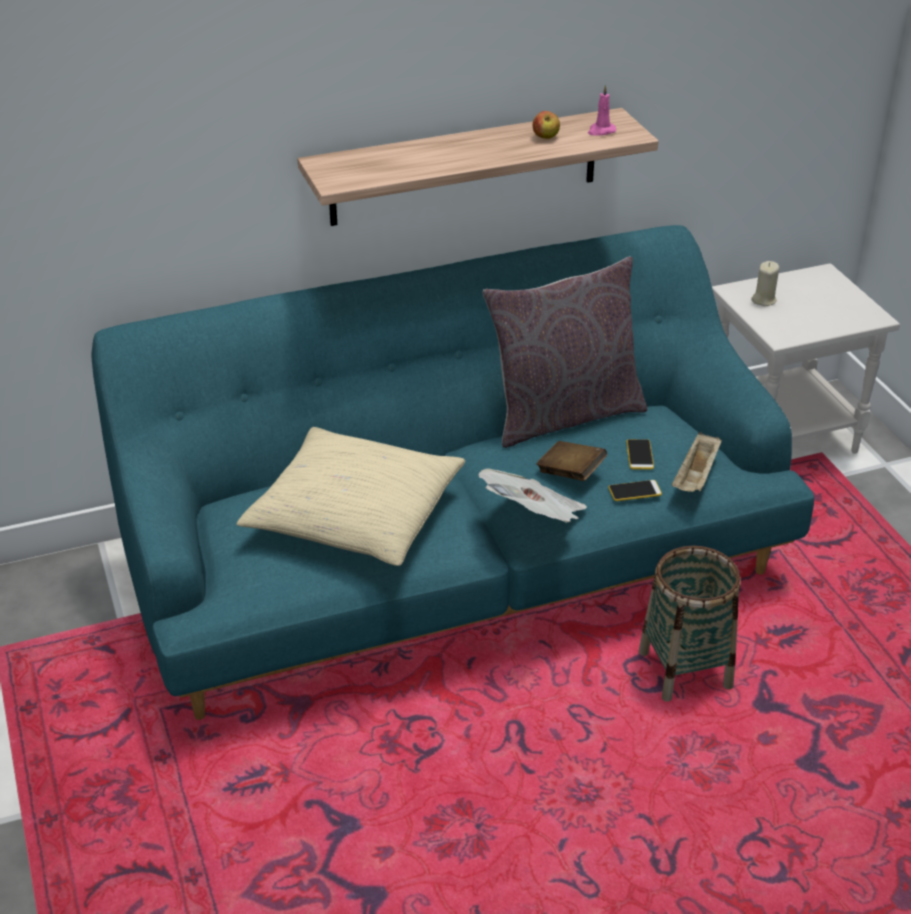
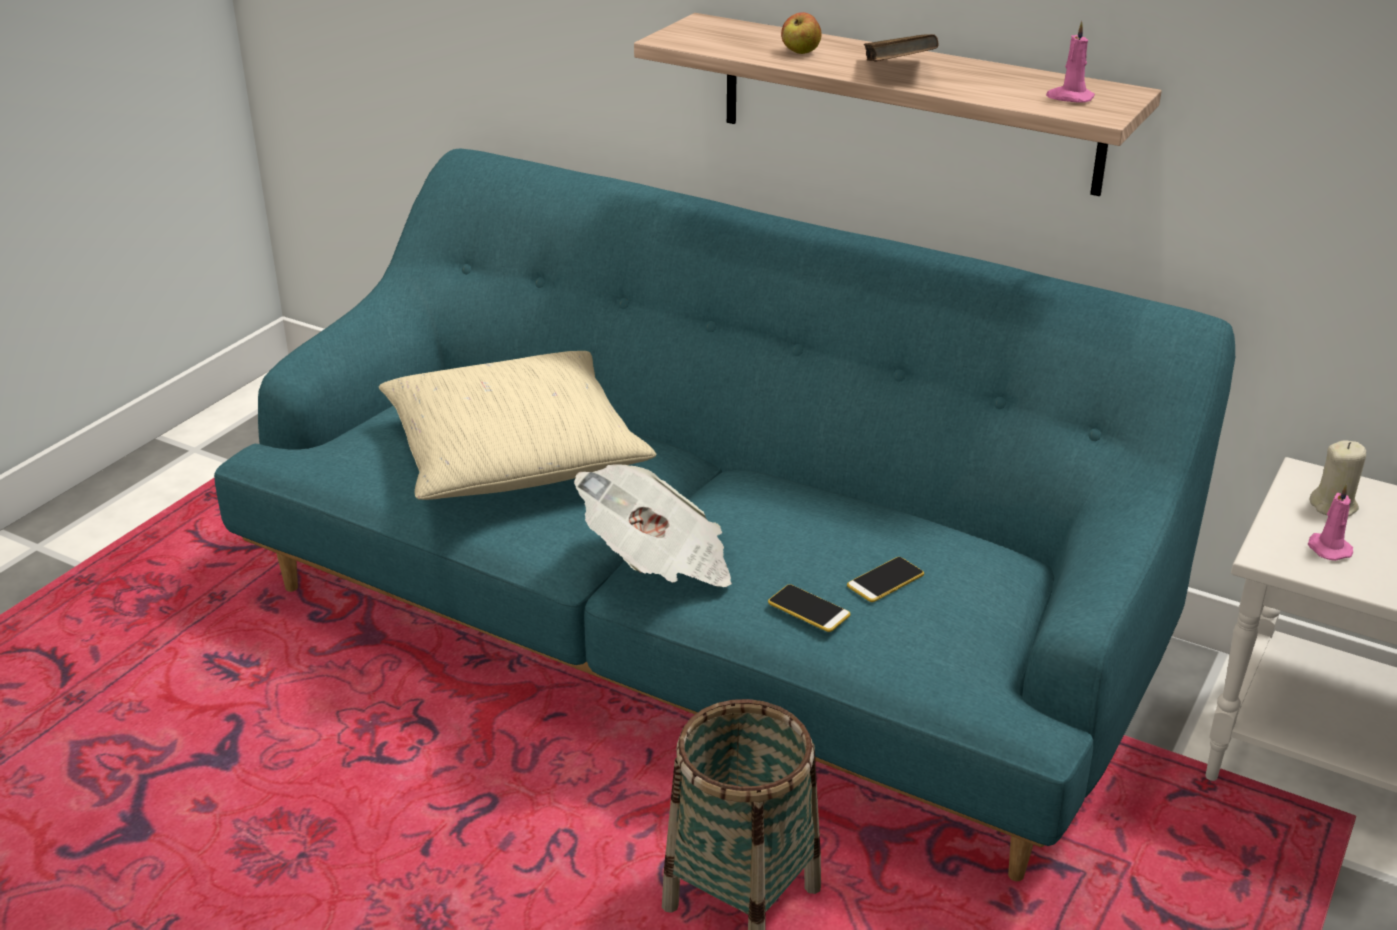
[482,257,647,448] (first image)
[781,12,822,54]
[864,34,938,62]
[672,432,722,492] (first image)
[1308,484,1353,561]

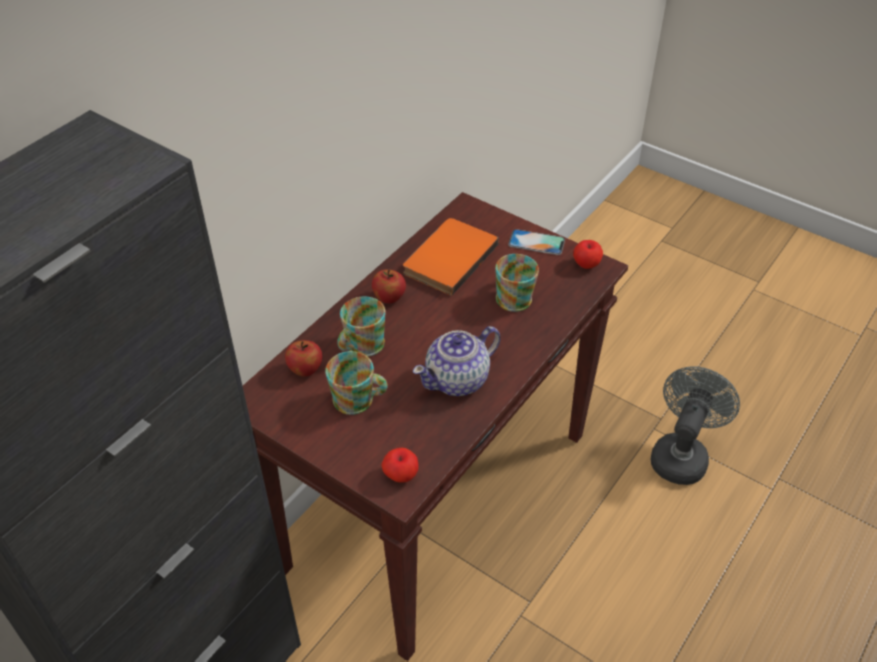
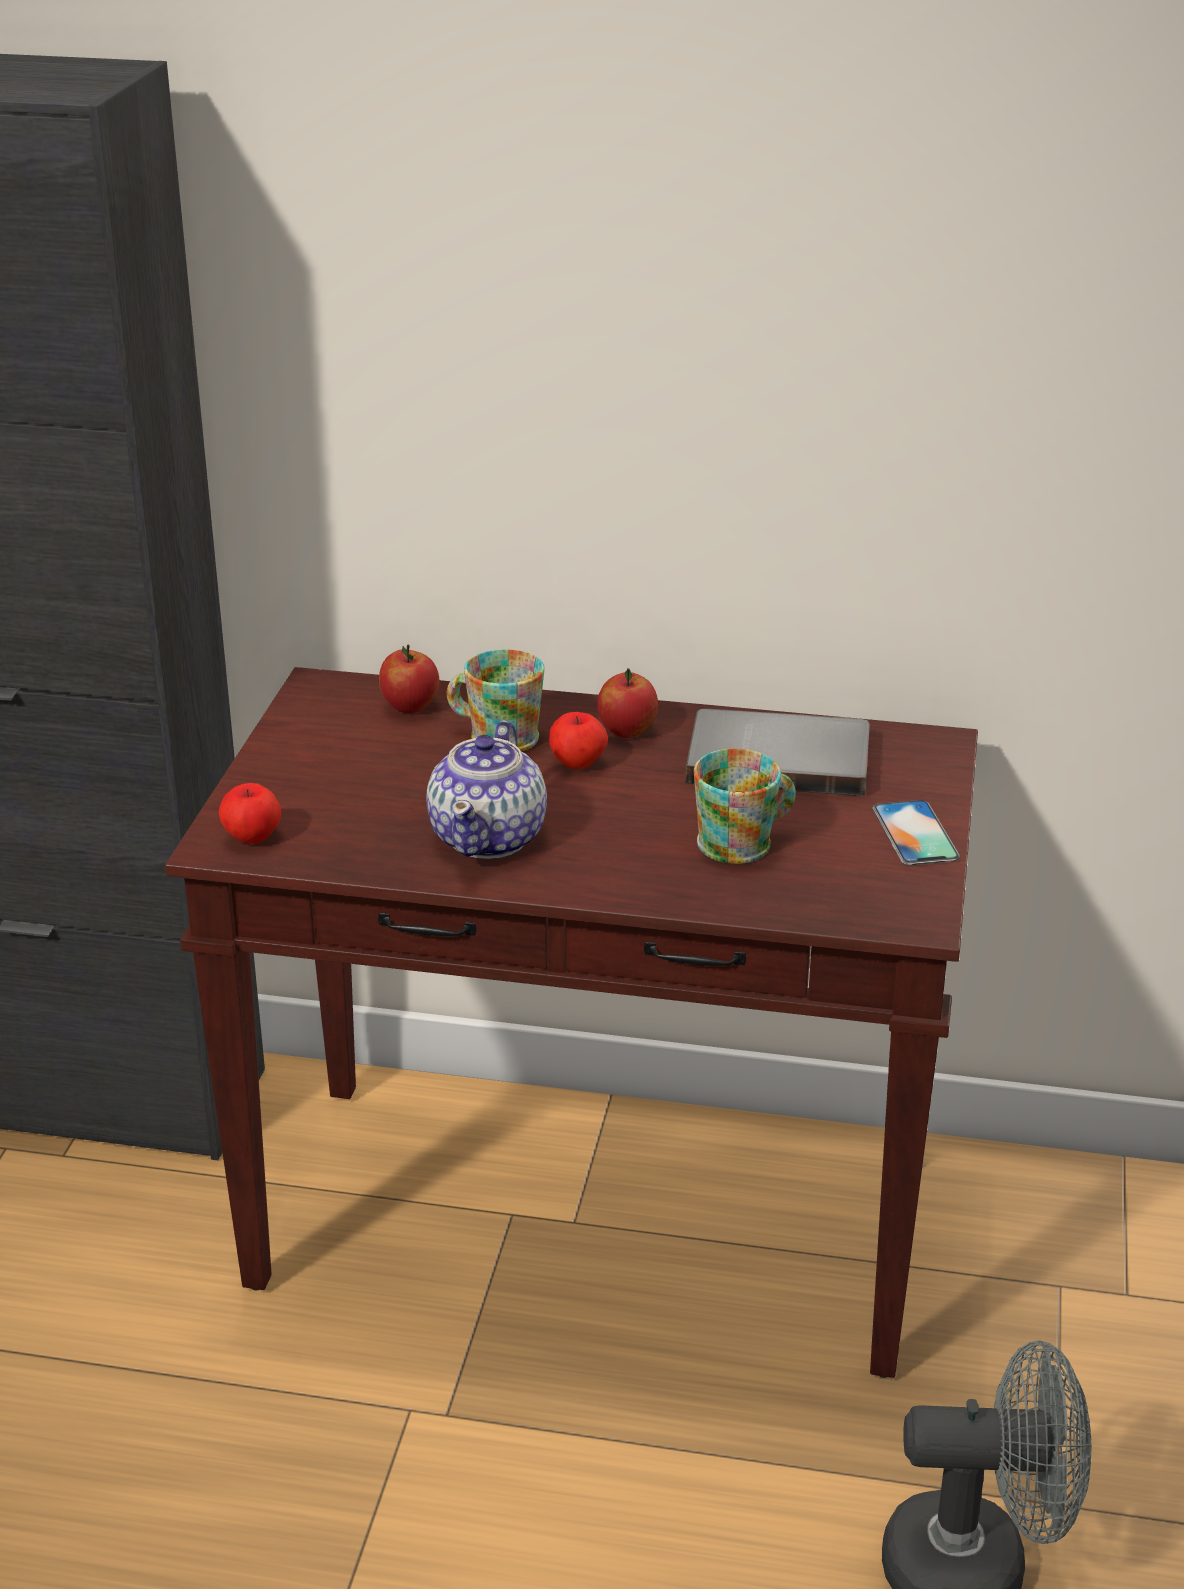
[325,351,388,415] (first image)
[686,709,870,796]
[426,720,547,859]
[549,712,608,769]

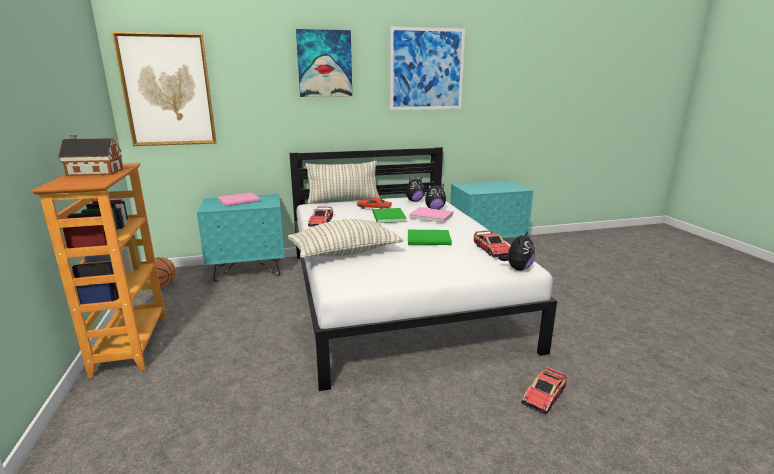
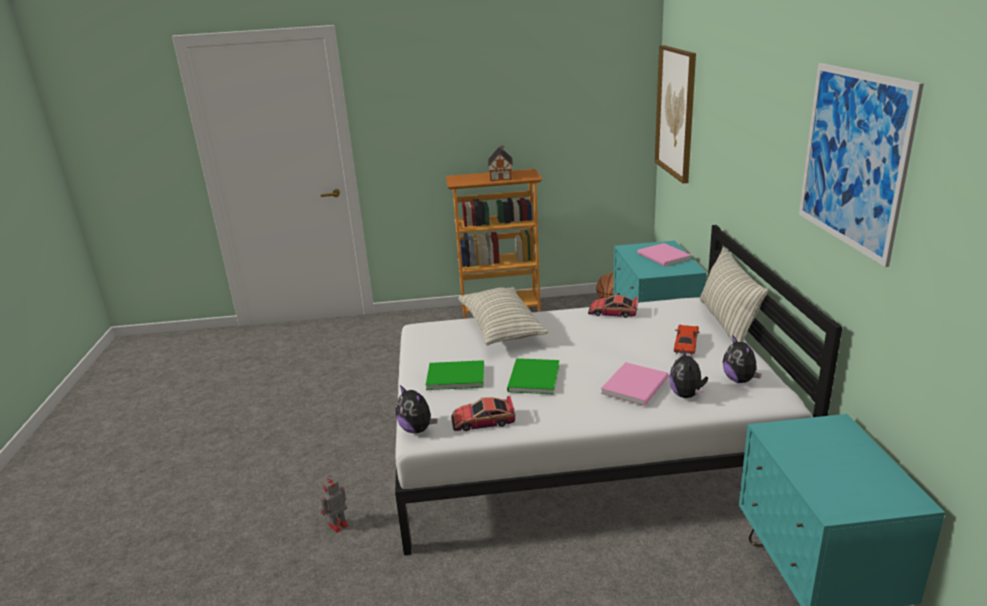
[296,29,352,97] (first image)
[426,360,484,390]
[320,475,349,533]

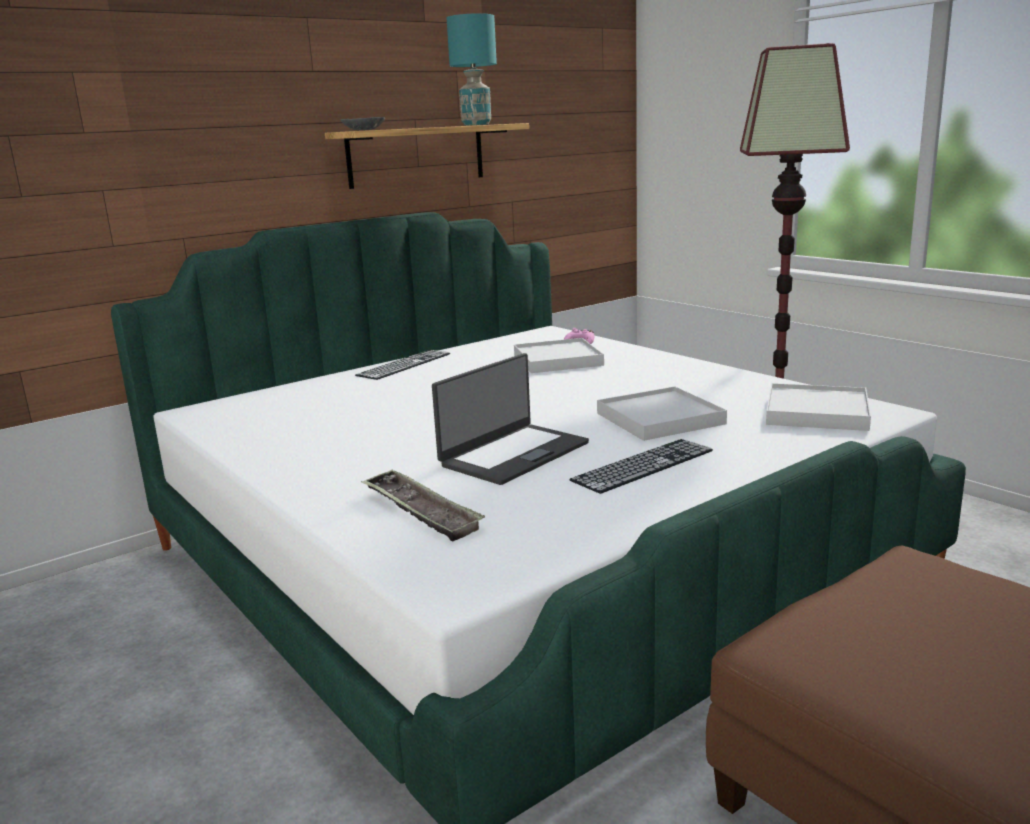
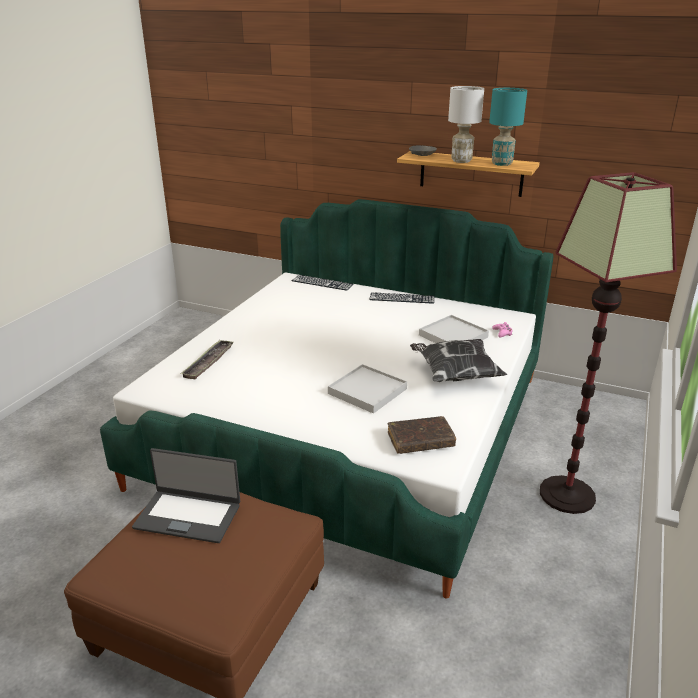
[132,448,240,543]
[292,275,354,291]
[388,416,456,454]
[410,339,508,382]
[448,86,484,163]

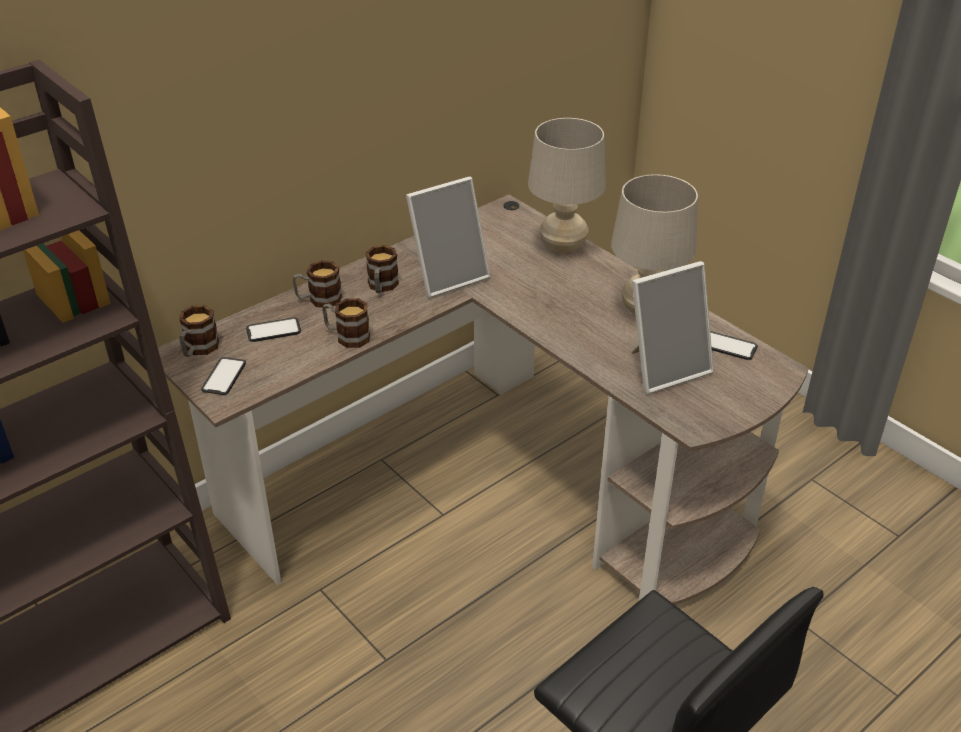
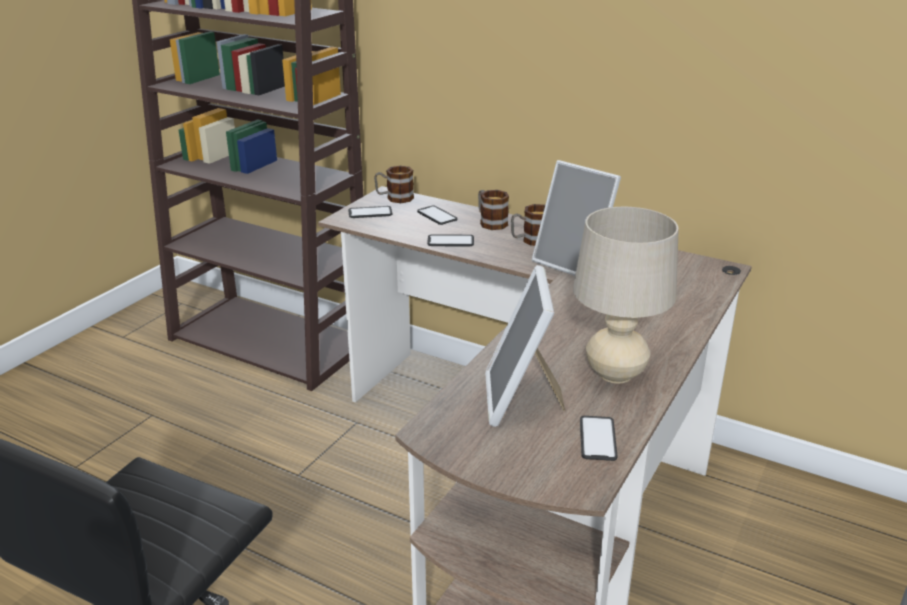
[427,234,474,247]
[528,118,606,255] (first image)
[485,265,565,427]

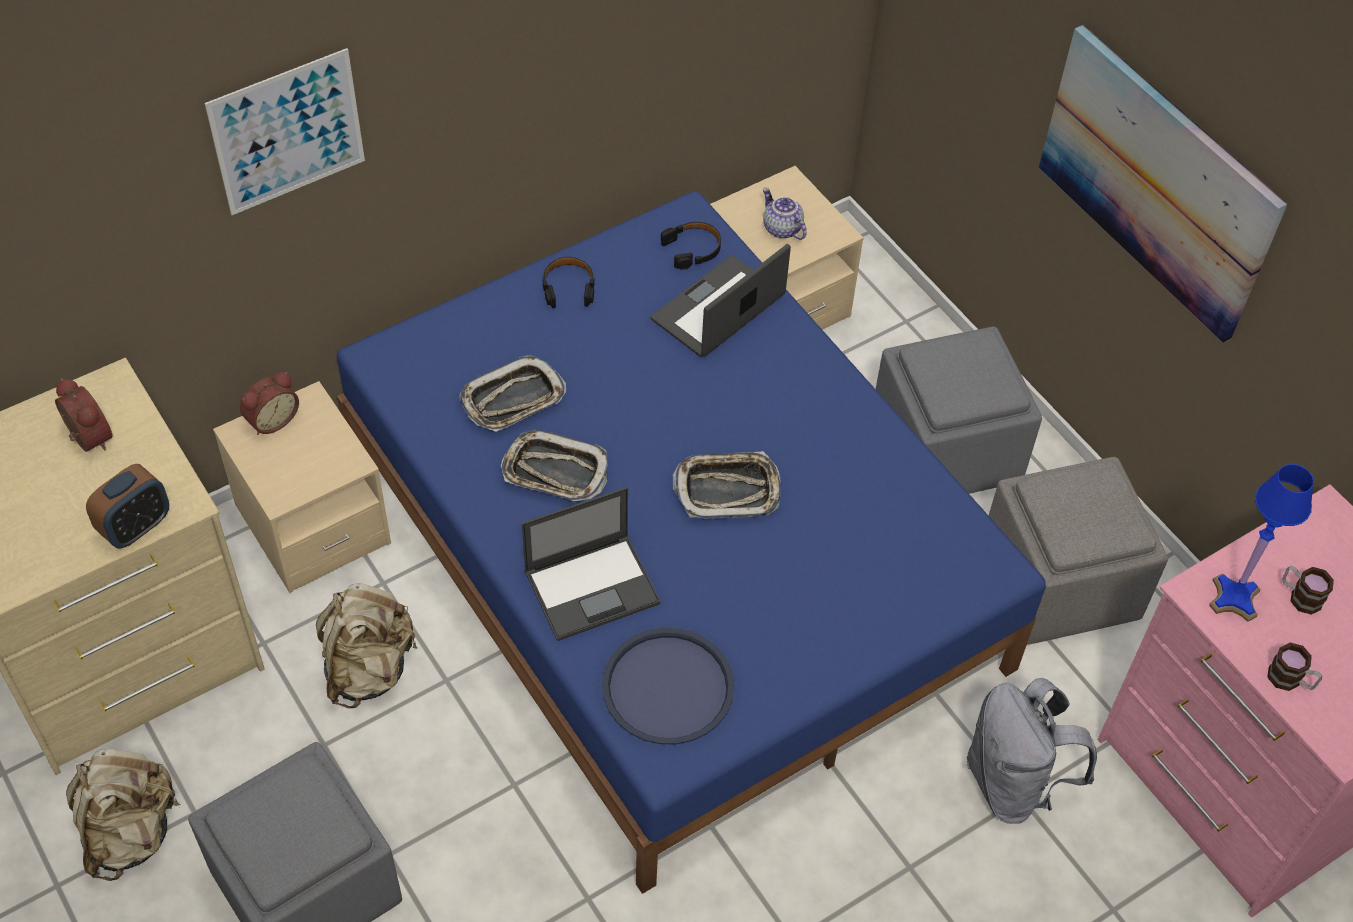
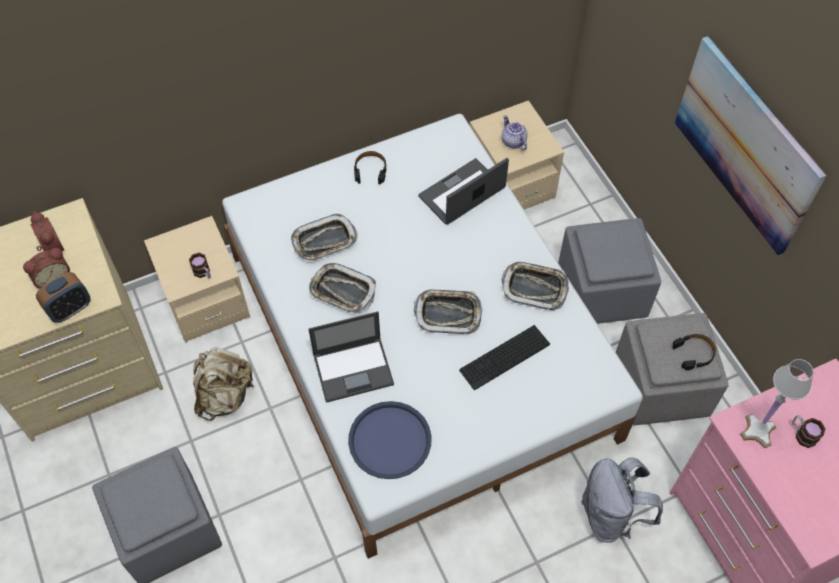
[66,749,181,881] (first image)
[205,48,365,215] (first image)
[23,248,70,289]
[222,114,643,559]
[672,334,716,370]
[740,359,813,448]
[189,253,211,278]
[459,325,550,390]
[502,262,569,310]

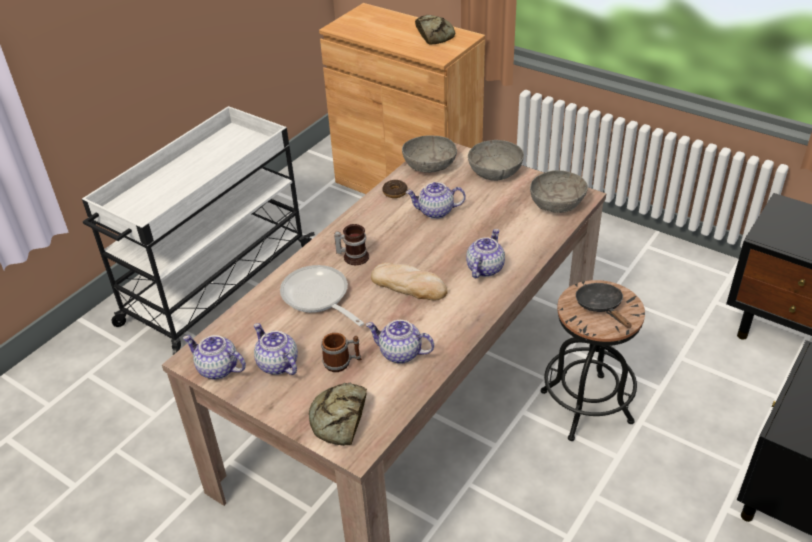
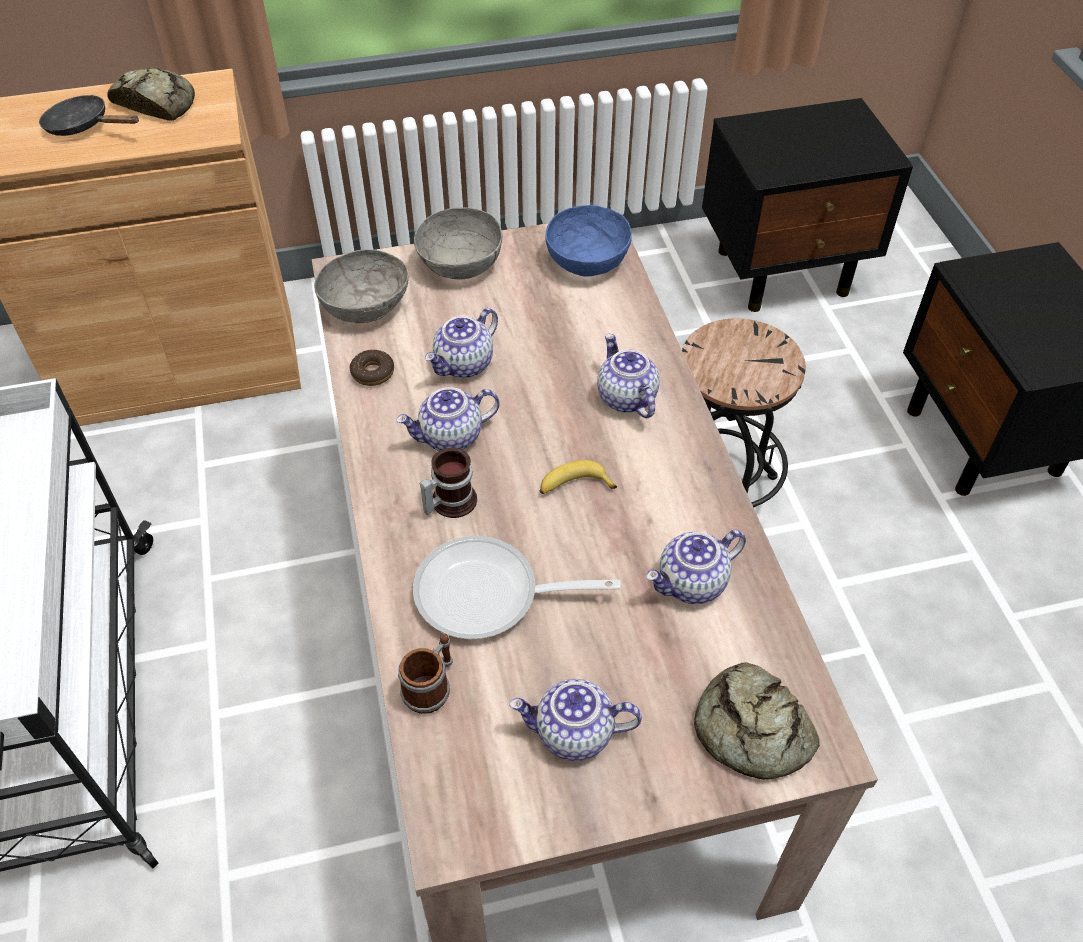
[396,387,500,451]
[398,634,453,714]
[540,460,617,494]
[545,205,632,277]
[39,95,139,136]

